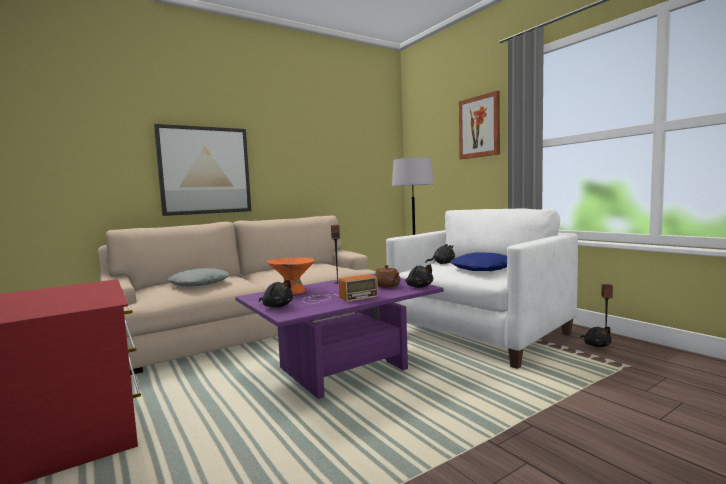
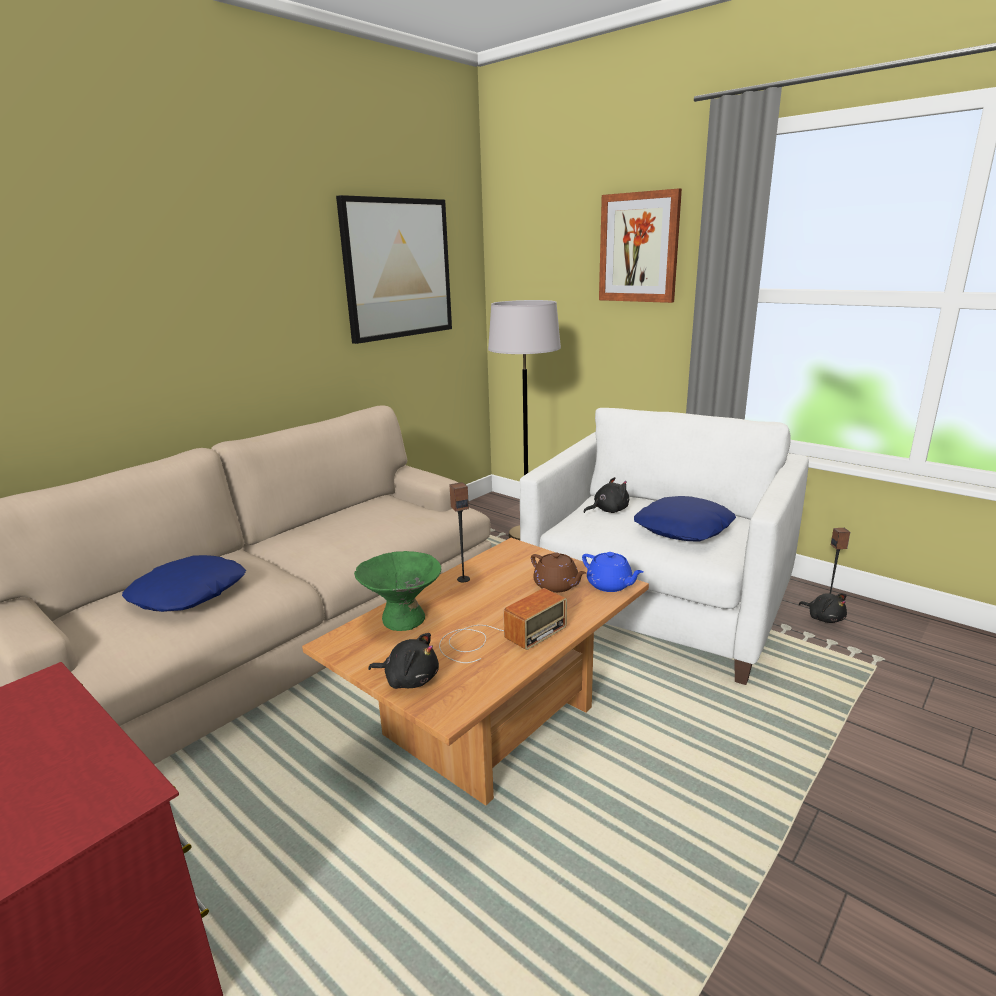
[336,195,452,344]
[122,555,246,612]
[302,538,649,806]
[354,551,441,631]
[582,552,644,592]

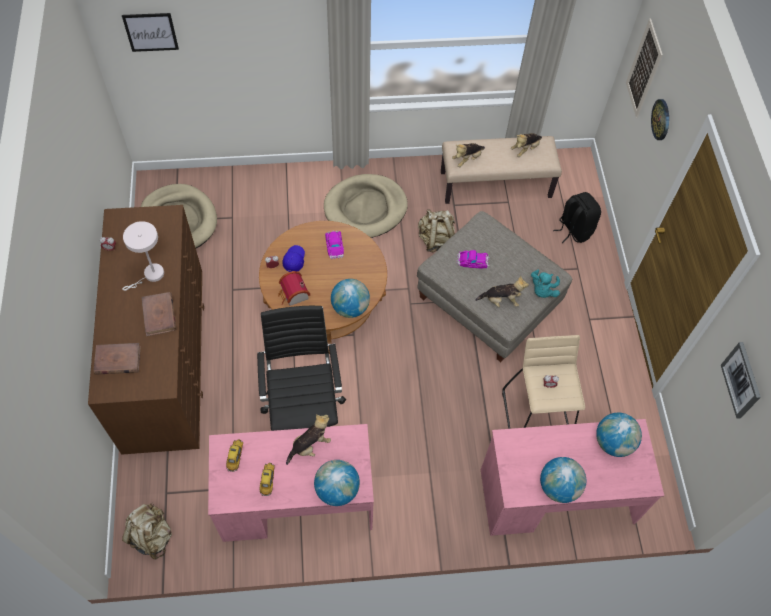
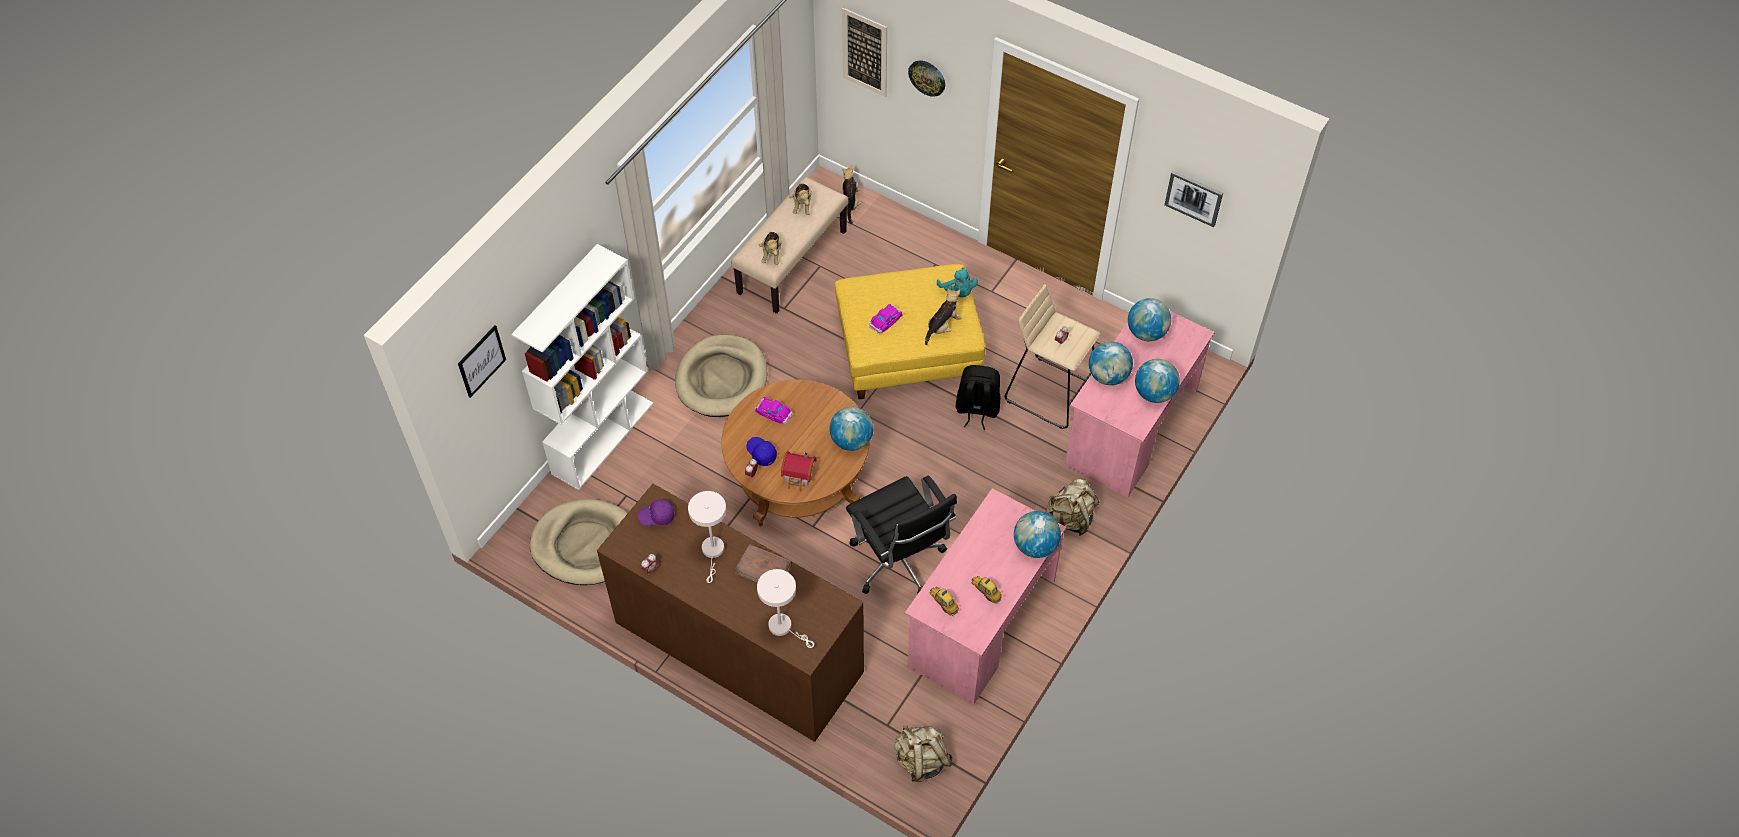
[757,569,814,648]
[846,475,957,594]
[842,165,862,224]
[835,264,985,399]
[1046,479,1099,535]
[956,365,1000,430]
[511,244,653,490]
[637,499,675,526]
[1089,341,1133,385]

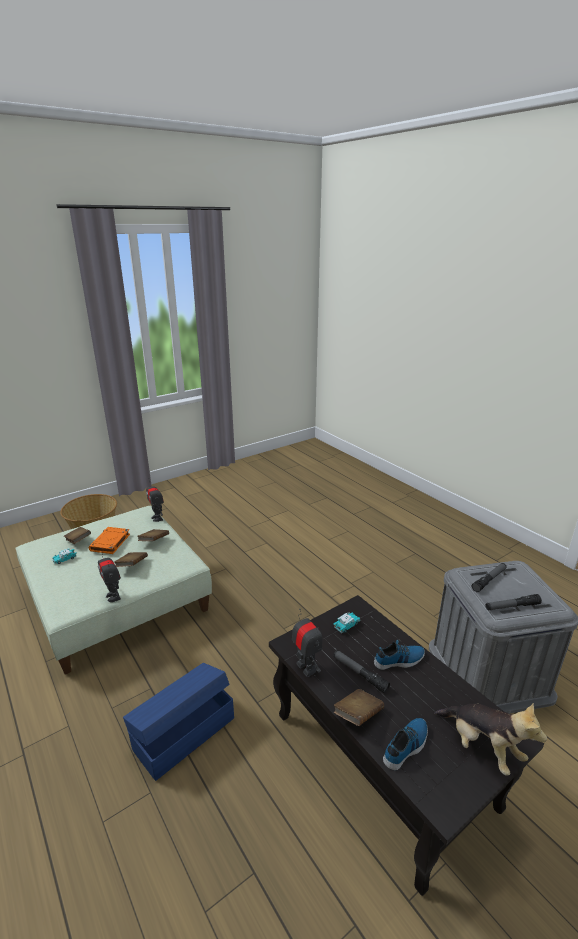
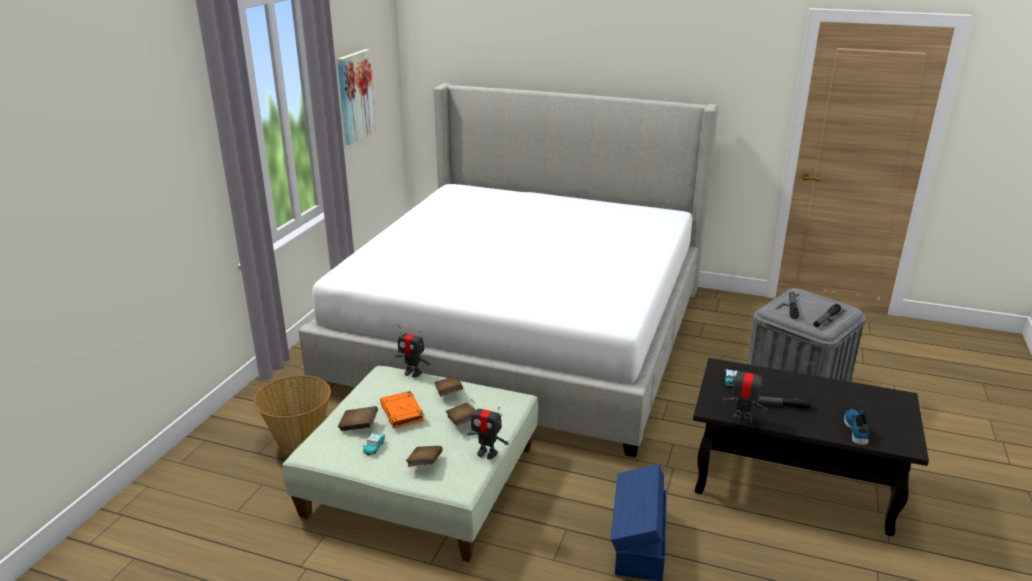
[406,446,443,467]
[374,640,425,670] (first image)
[434,703,547,775] (first image)
[299,83,718,458]
[337,49,376,145]

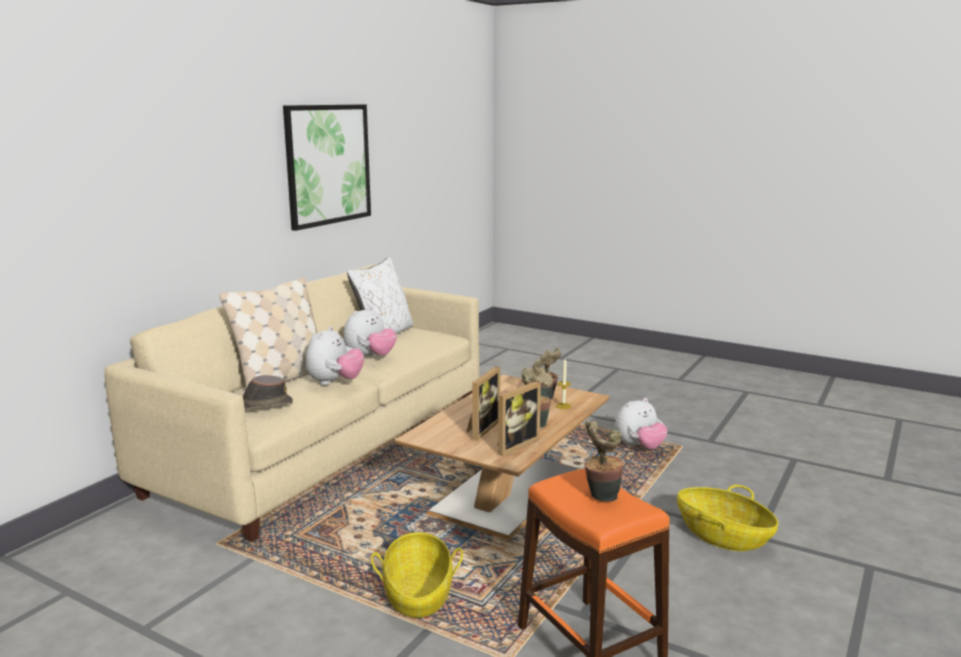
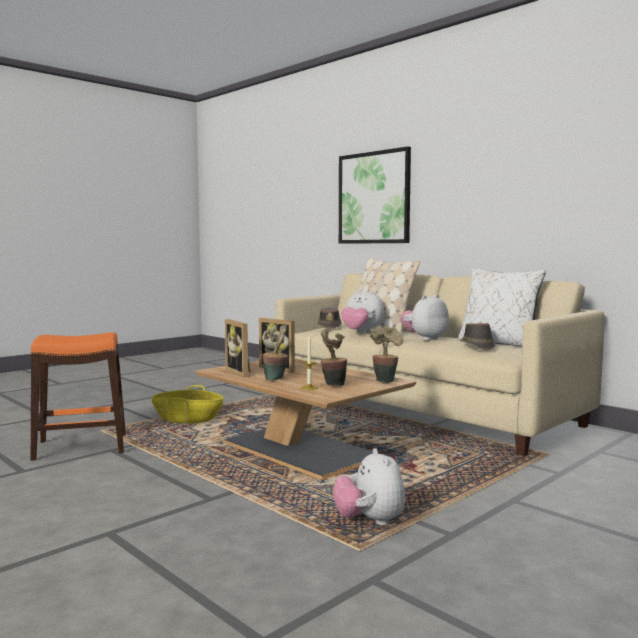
[339,147,411,244]
[401,294,449,341]
[370,325,403,383]
[677,485,779,551] (first image)
[461,323,495,350]

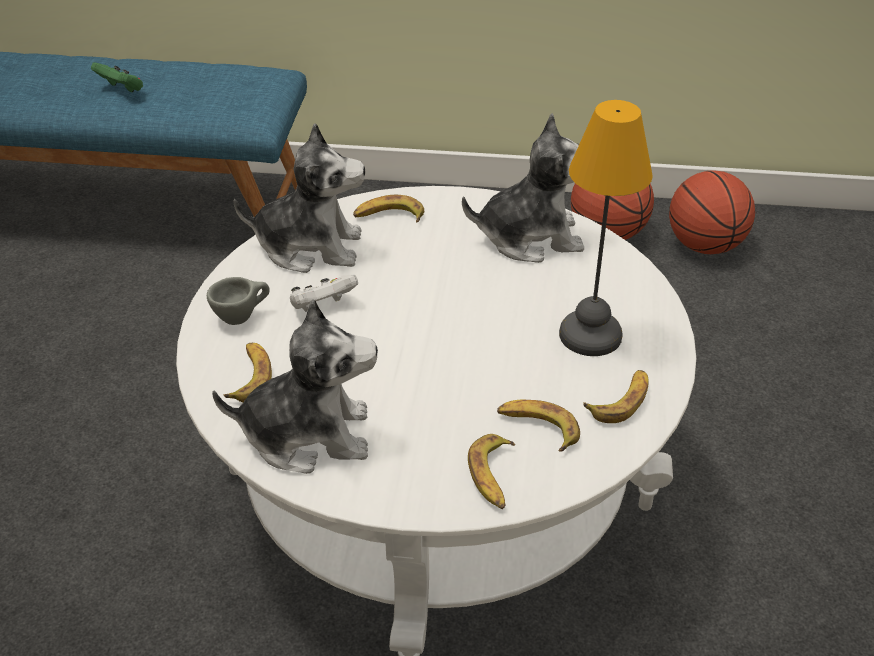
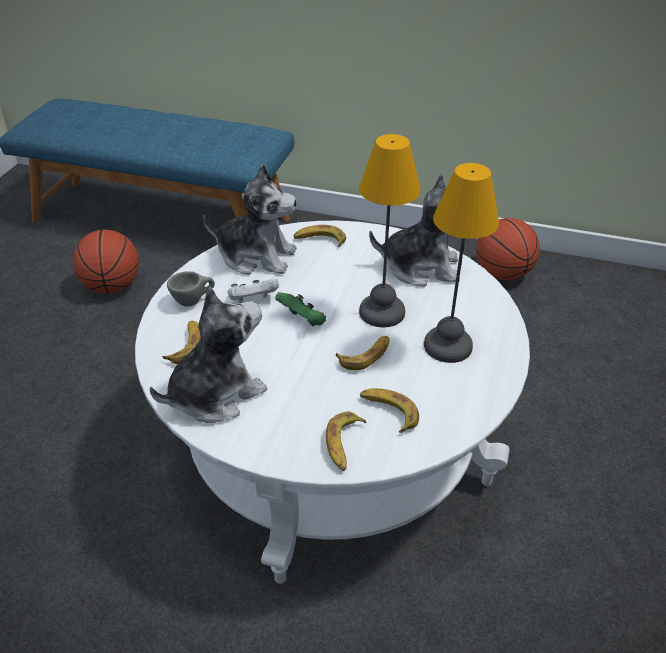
[275,292,326,326]
[150,287,267,423]
[336,336,390,370]
[73,230,139,293]
[359,134,421,327]

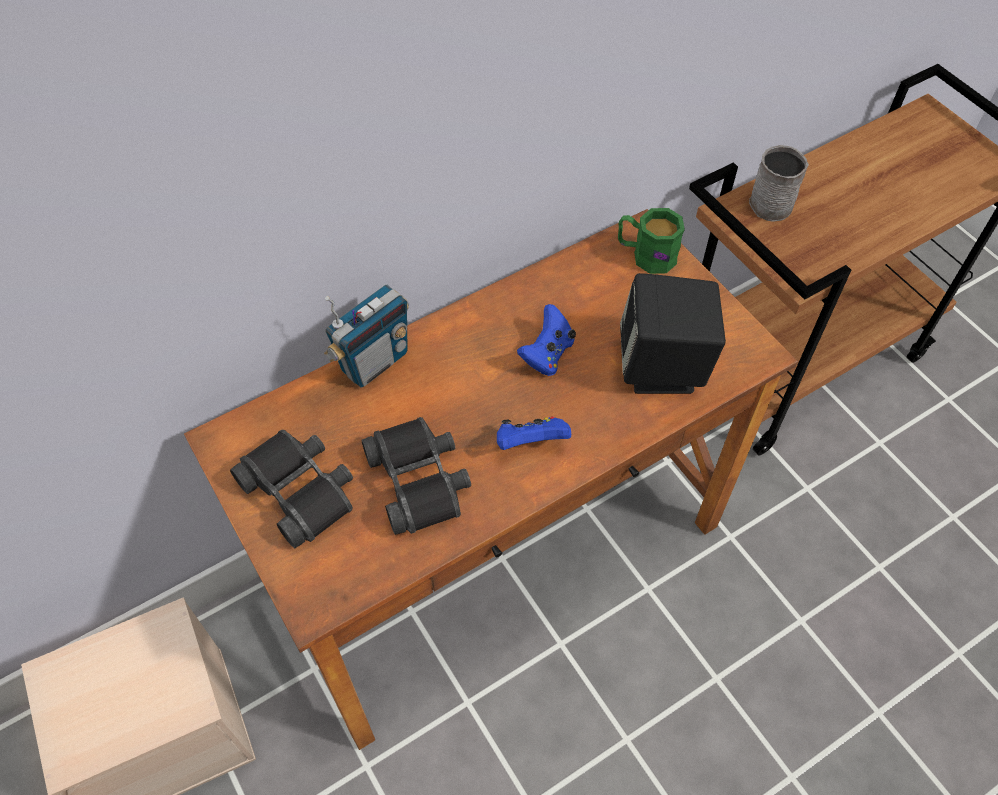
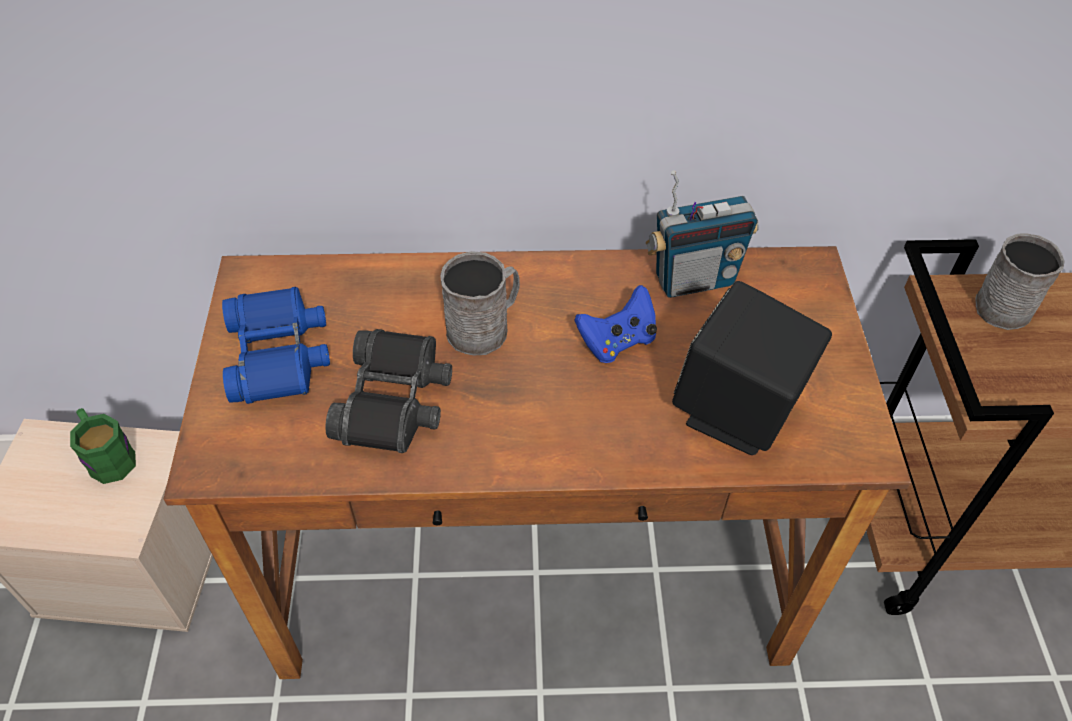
[222,287,330,404]
[646,170,759,298]
[497,416,571,450] (first image)
[70,408,136,484]
[440,251,520,355]

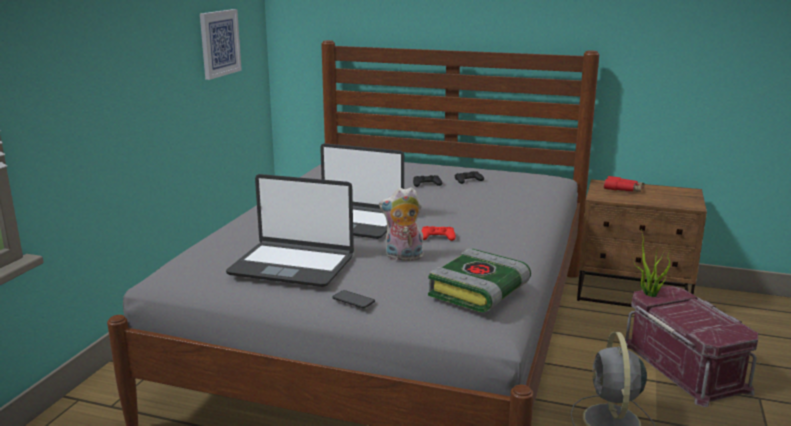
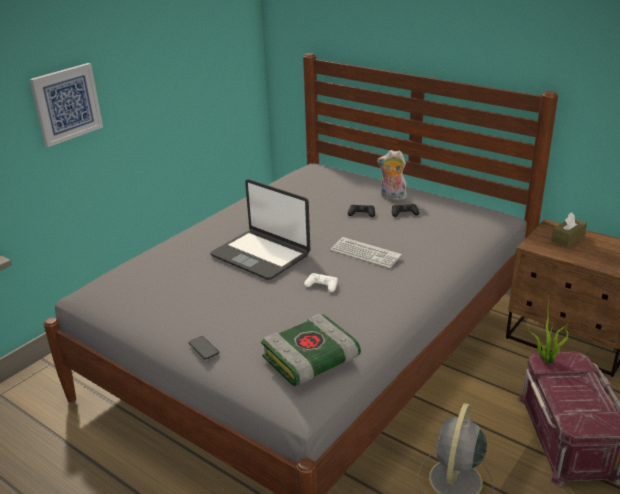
[29,63,103,147]
[226,174,354,287] (first image)
[377,150,407,200]
[304,273,338,292]
[551,212,587,247]
[330,237,402,268]

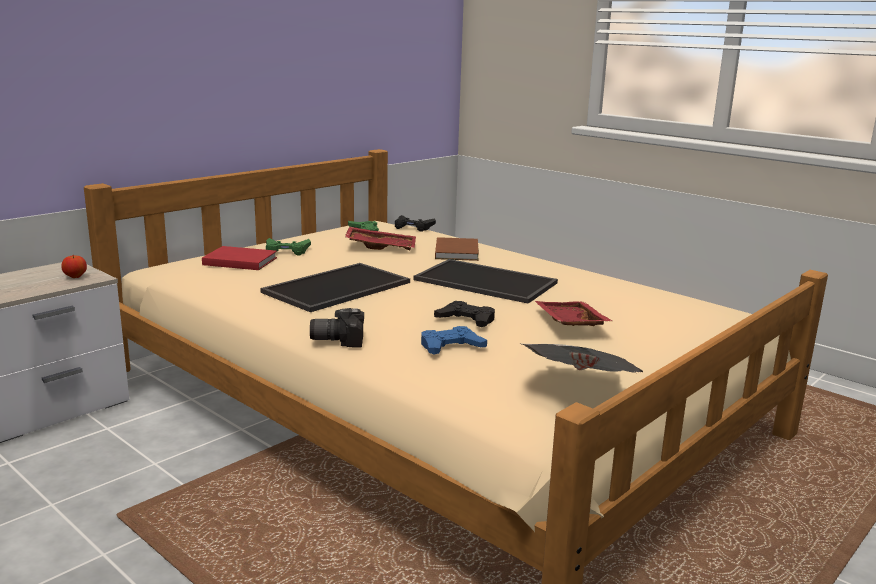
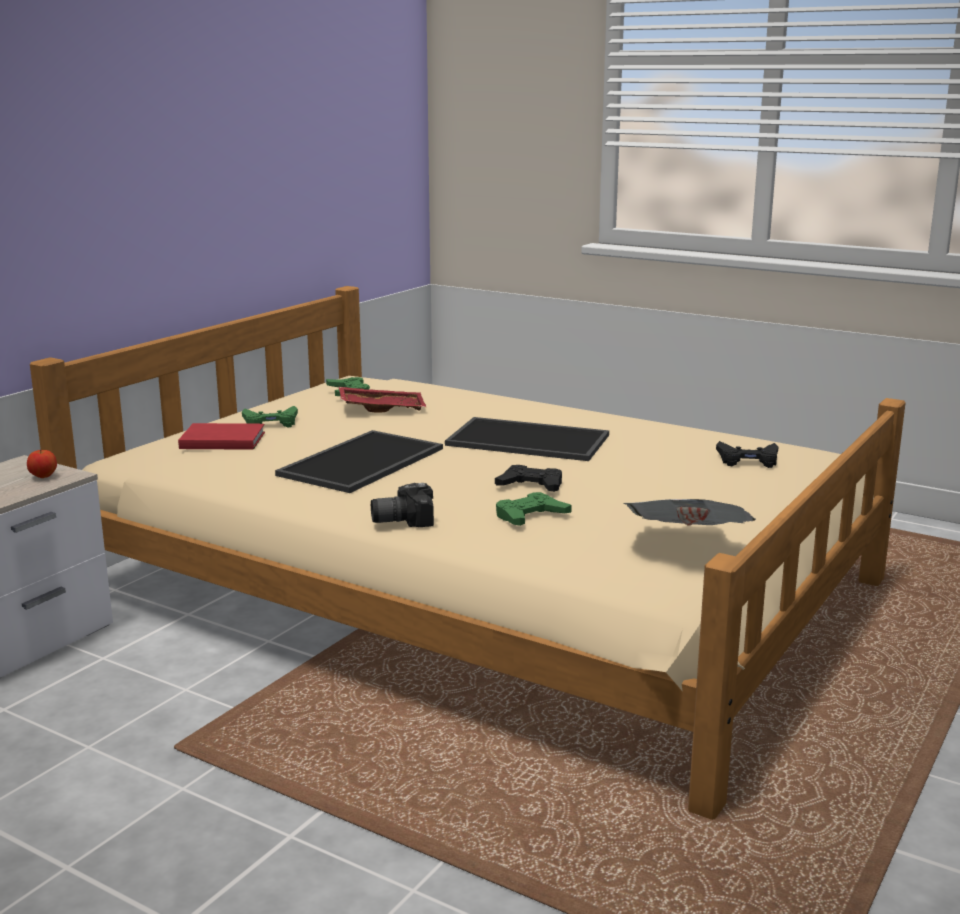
[716,441,778,468]
[496,492,572,526]
[435,237,479,261] (first image)
[535,301,612,326] (first image)

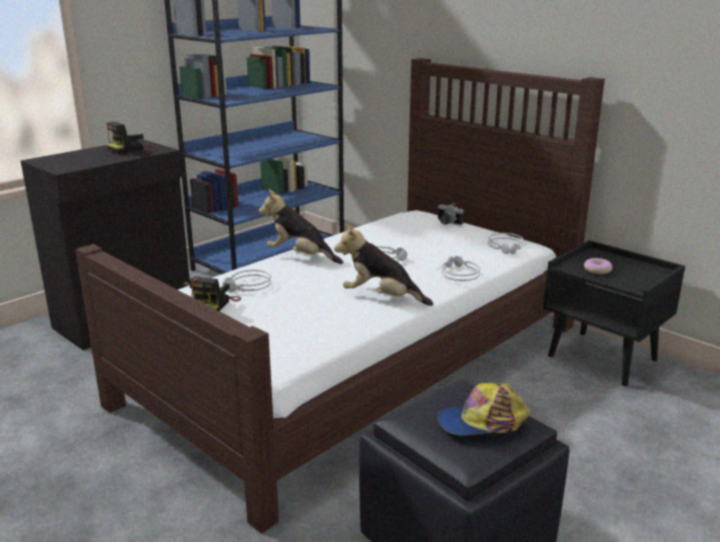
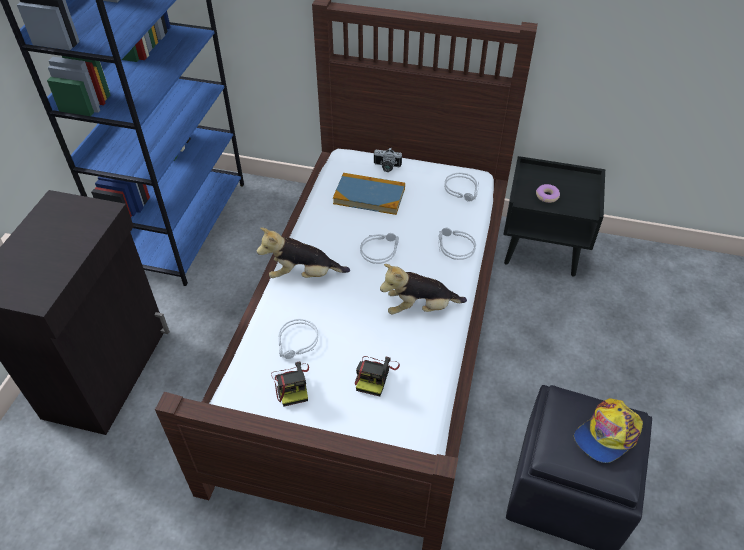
[355,356,400,397]
[333,173,405,215]

